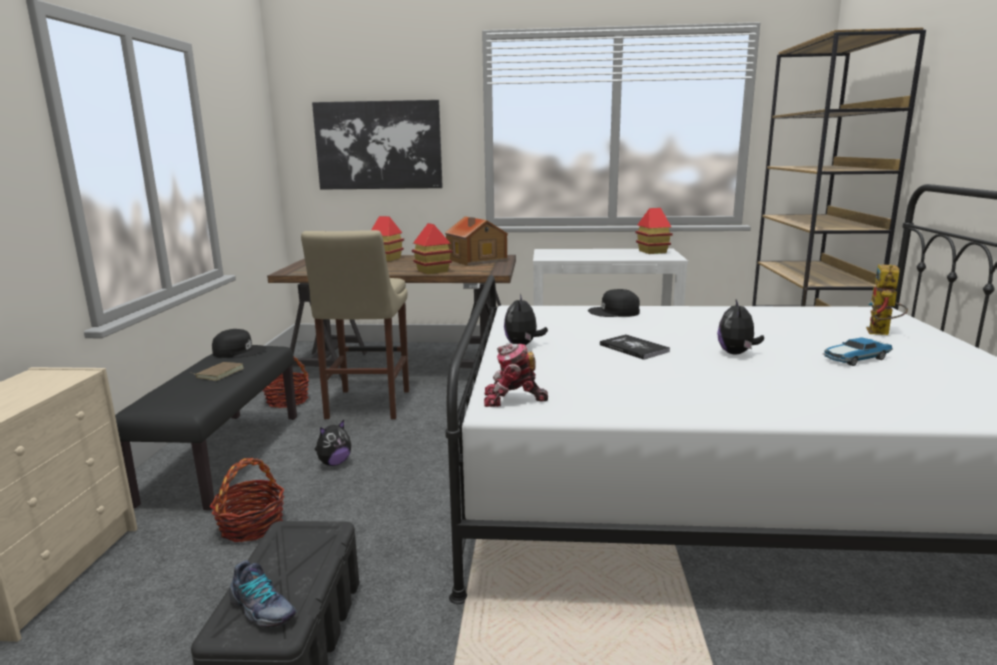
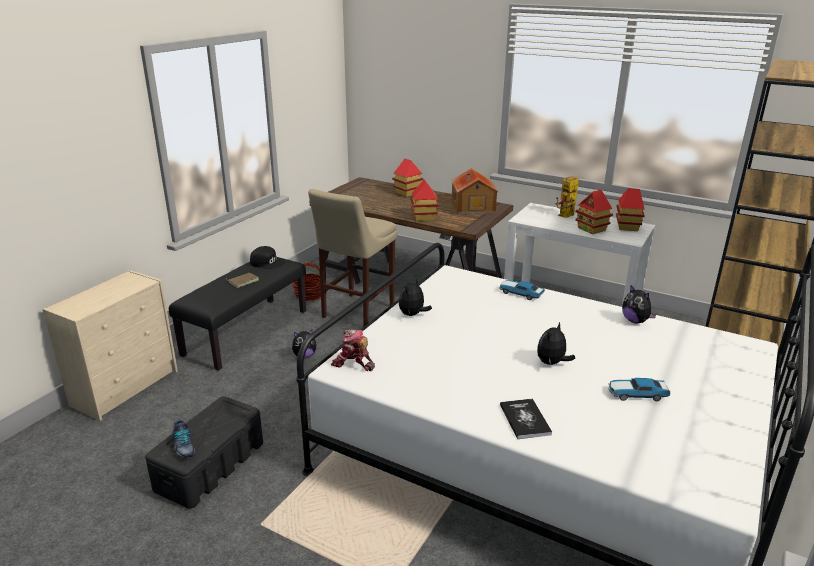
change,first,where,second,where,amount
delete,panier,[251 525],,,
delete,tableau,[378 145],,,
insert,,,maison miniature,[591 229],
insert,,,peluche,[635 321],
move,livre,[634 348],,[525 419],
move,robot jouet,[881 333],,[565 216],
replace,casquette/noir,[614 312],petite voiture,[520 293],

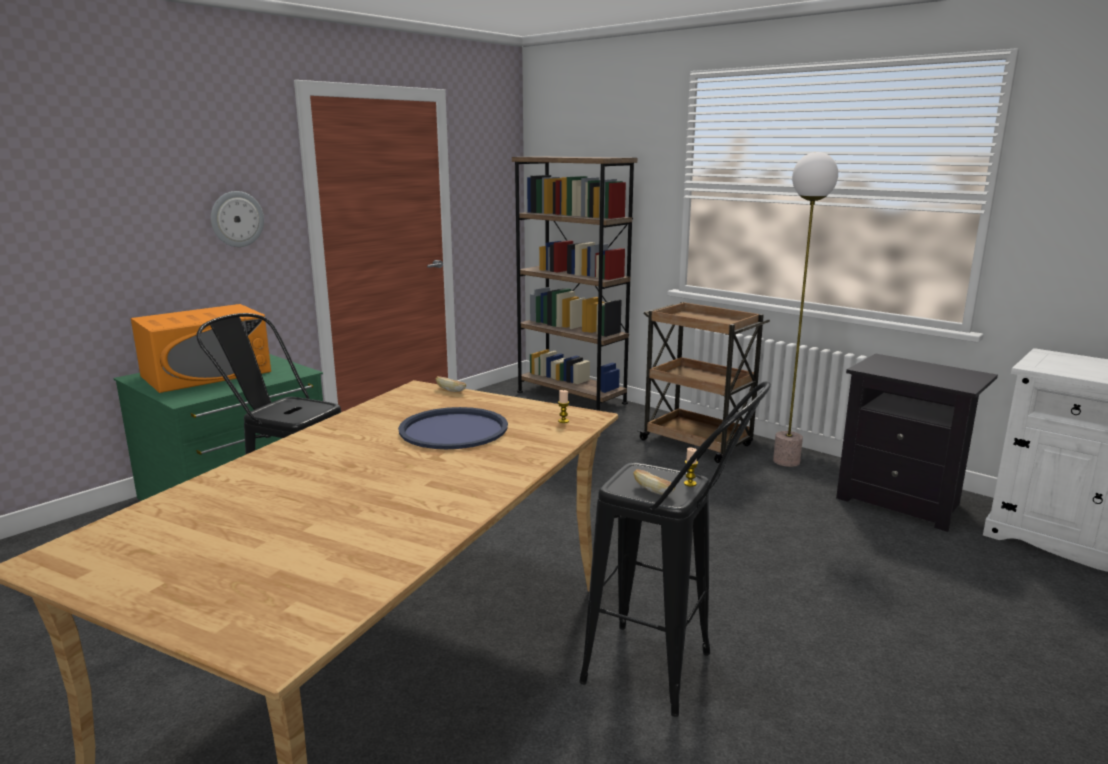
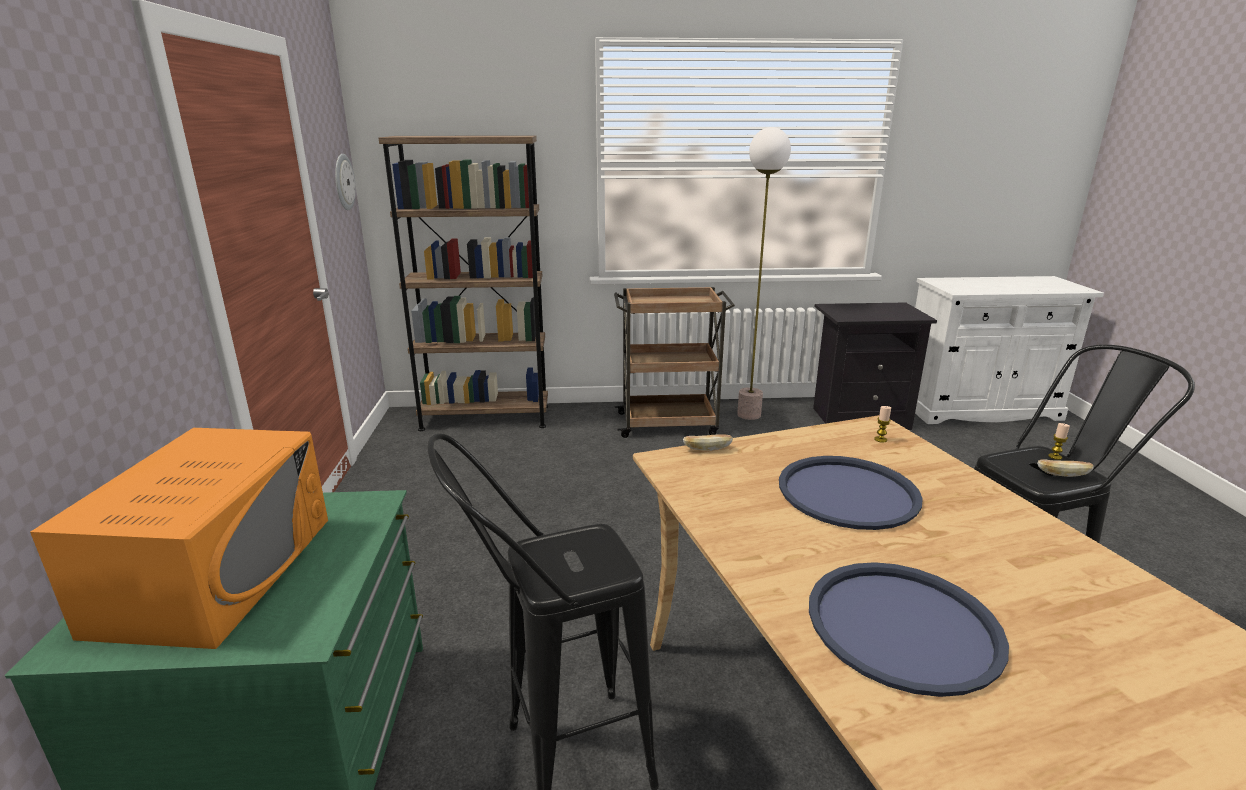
change,first,where,second,where,amount
insert,,,plateau/bleu,[902 626],
move,horloge murale,[237 219],,[343 182],

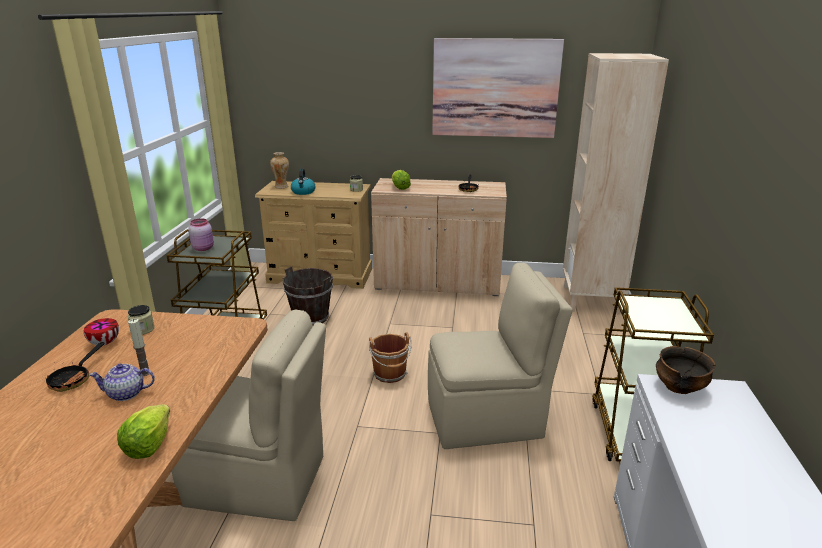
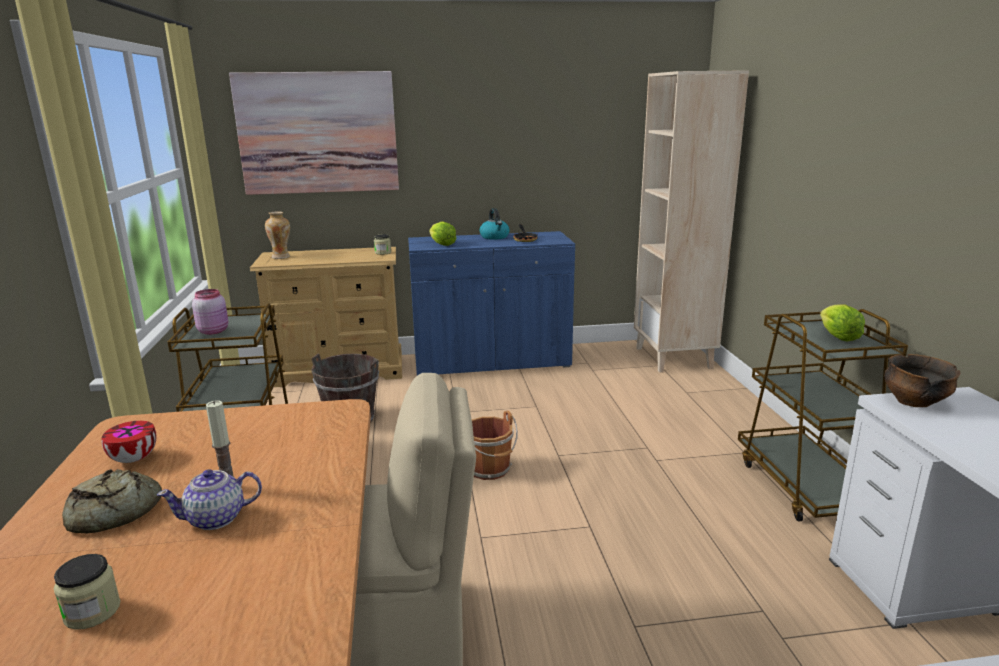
change,first,where,second,where,amount
delete,chaise/beige,[487 419],,,
move,laitue,[149 445],,[837 336],
move,bocal,[143 329],,[92 611],
move,bouilloire,[303 192],,[495 237],
move,tableau,[495 88],,[318 133],
replace,poêle,[74 378],pain,[112 512],
recolor,meuble de rangement/beige,[438 283],meuble de rangement/bleu,[491 362],

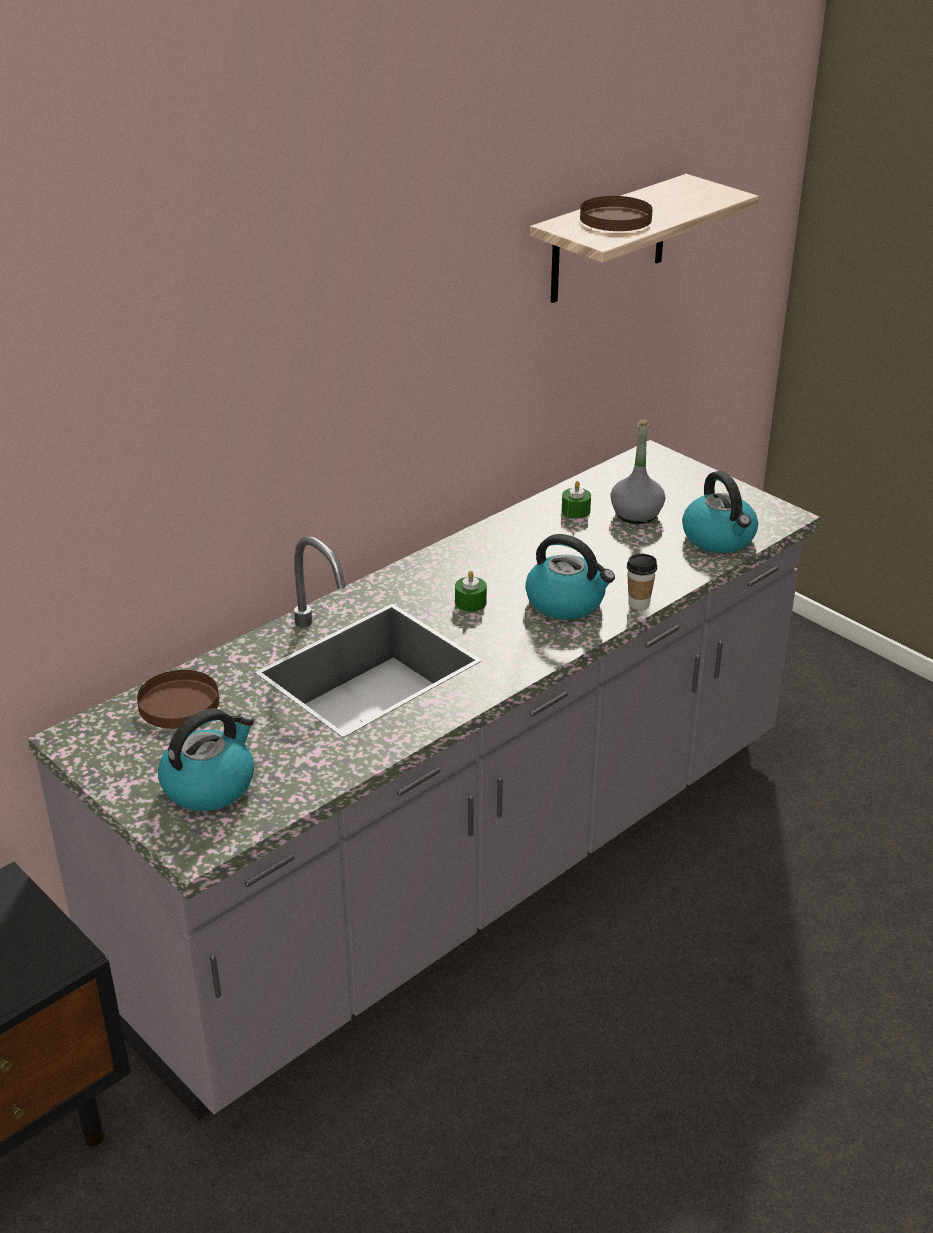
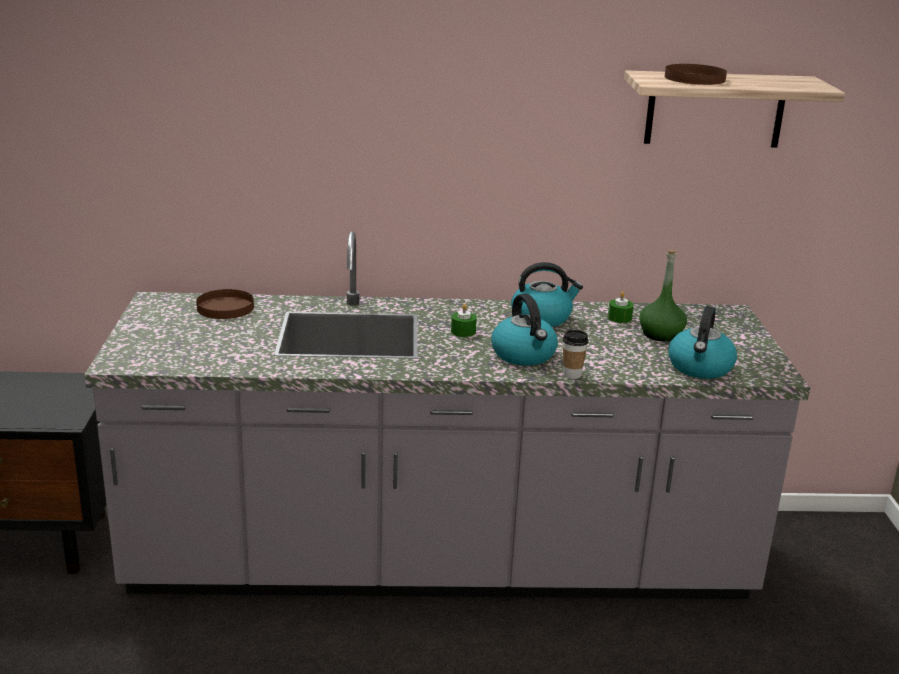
change,first,where,second,where,amount
move,bouilloire,[209 785],,[542 317],
recolor,bouteille/gris,[636 514],bouteille/vert,[660 334],

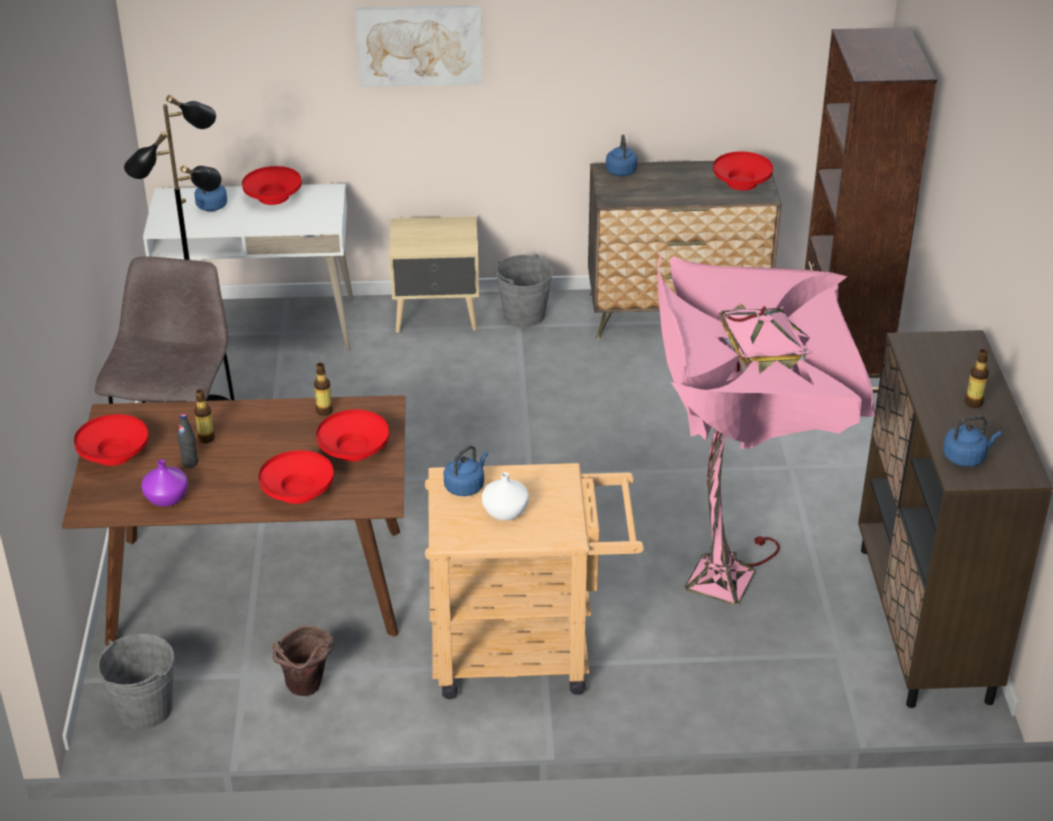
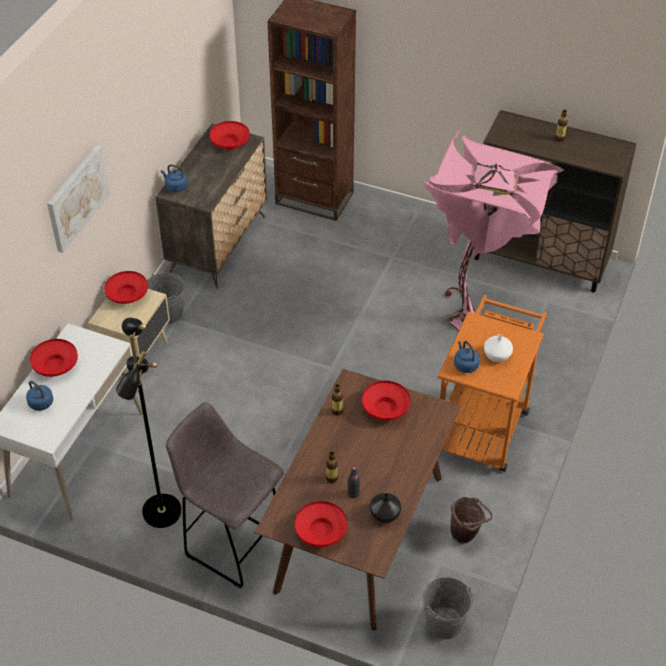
change,first,where,second,where,amount
delete,bouilloire/bleu,[966 457],,,
move,bol/rouge,[298 491],,[127 295],
recolor,vase/violet,[167 498],vase/noir,[384 514],
recolor,chariot/beige,[527 652],chariot/orange,[484 423],

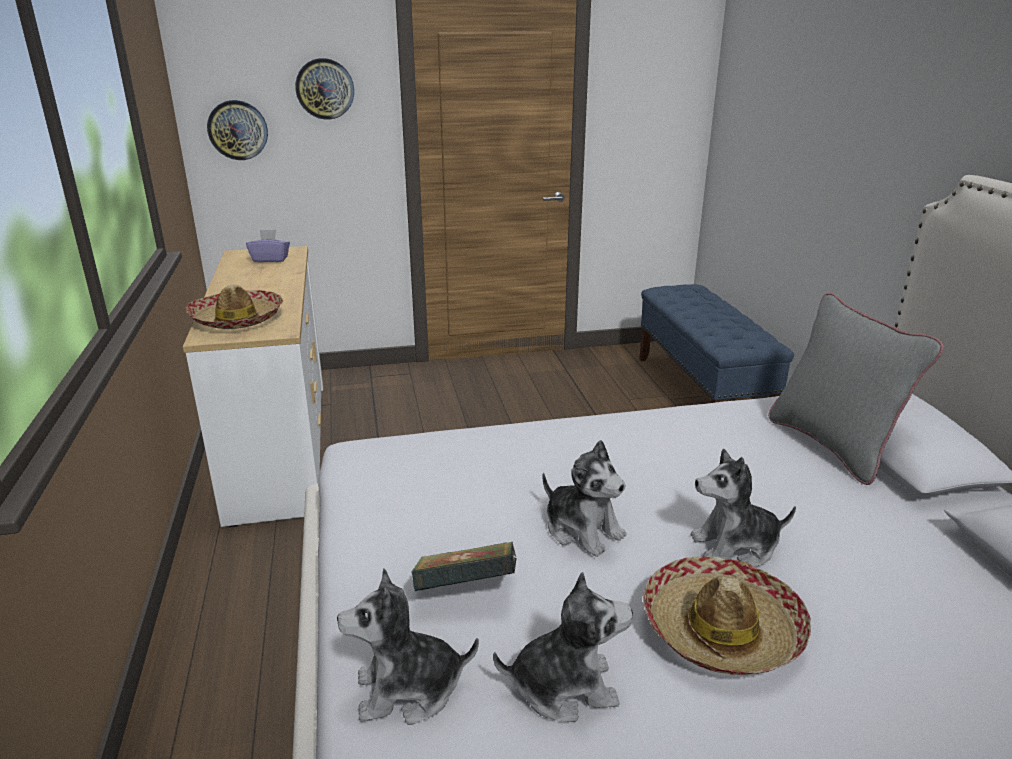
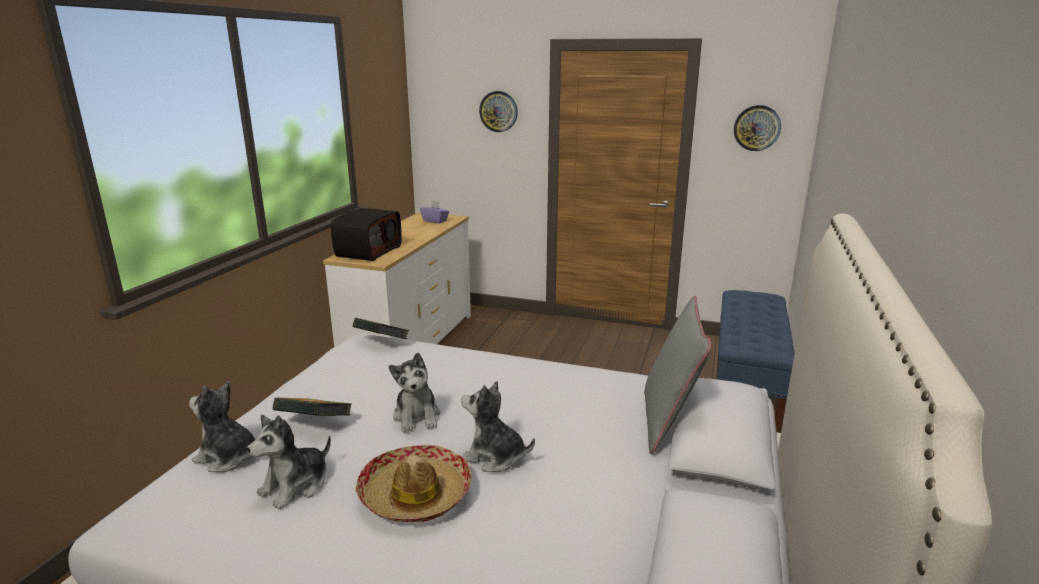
change,first,where,second,where,amount
insert,,,livre,[382 343],
move,horloge murale,[238 130],,[757 128],
replace,chapeau,[237 319],radio,[368 251],
rotate,peluche,[564 687],,[295 486],105 degrees clockwise

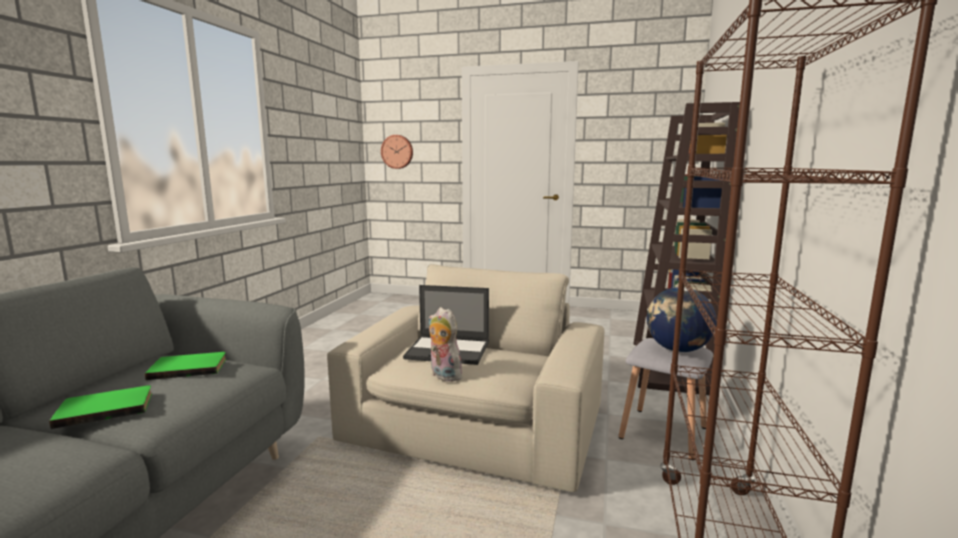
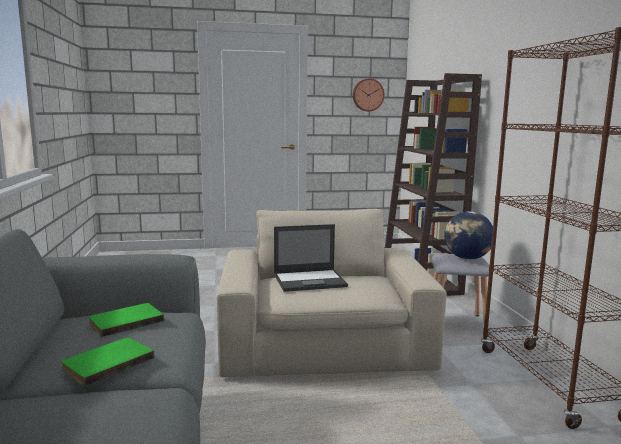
change,first,where,second,where,amount
delete,peluche,[443 375],,,
move,horloge murale,[397 151],,[368 95],

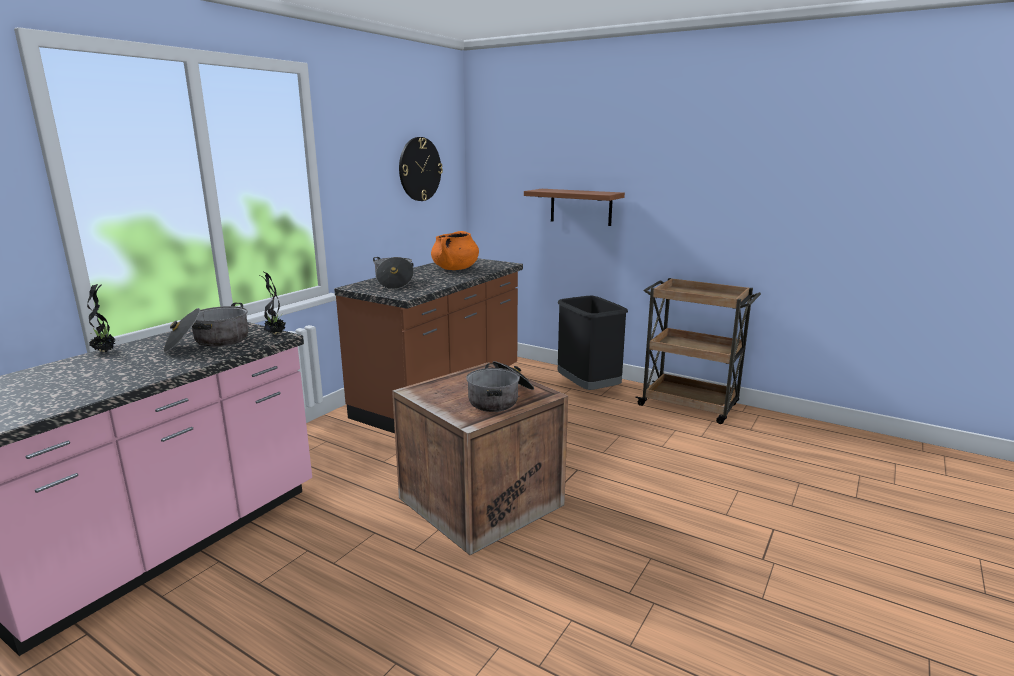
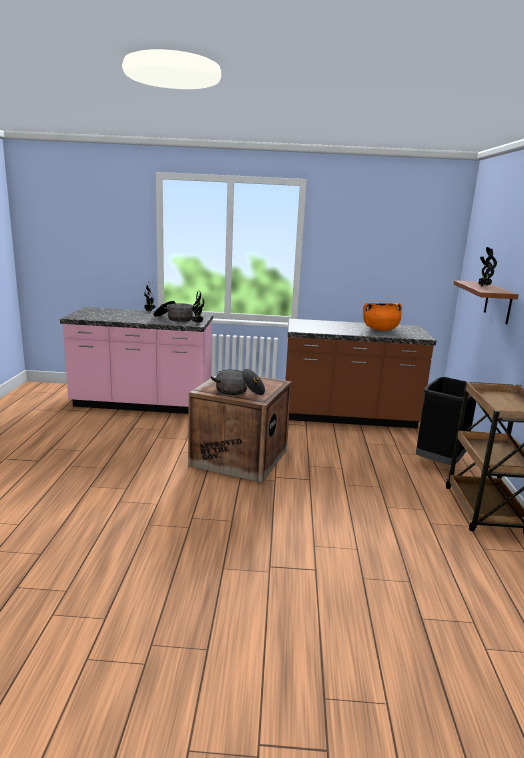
change,first,where,second,where,amount
delete,marmite,[394 282],,,
delete,horloge murale,[419 169],,,
insert,,,plante en pot,[483 286],

